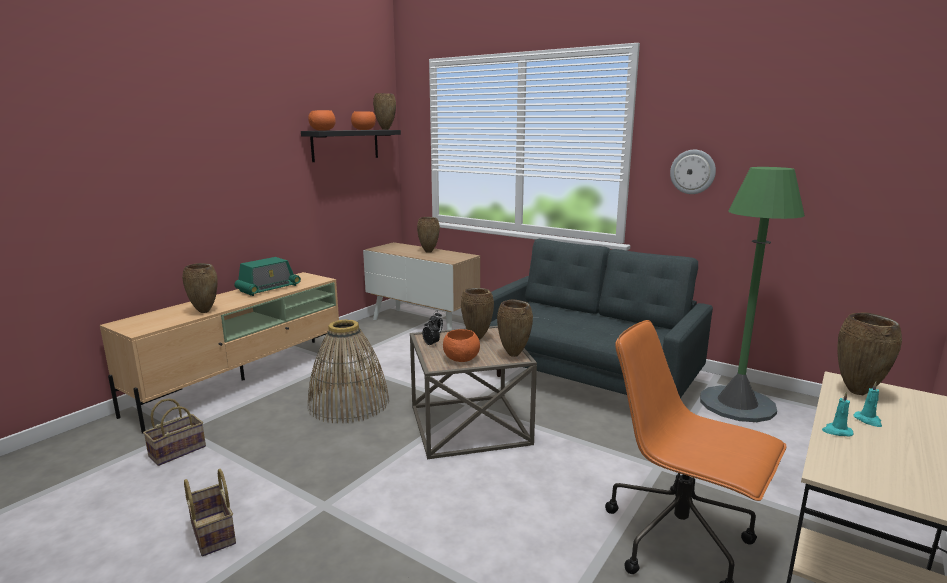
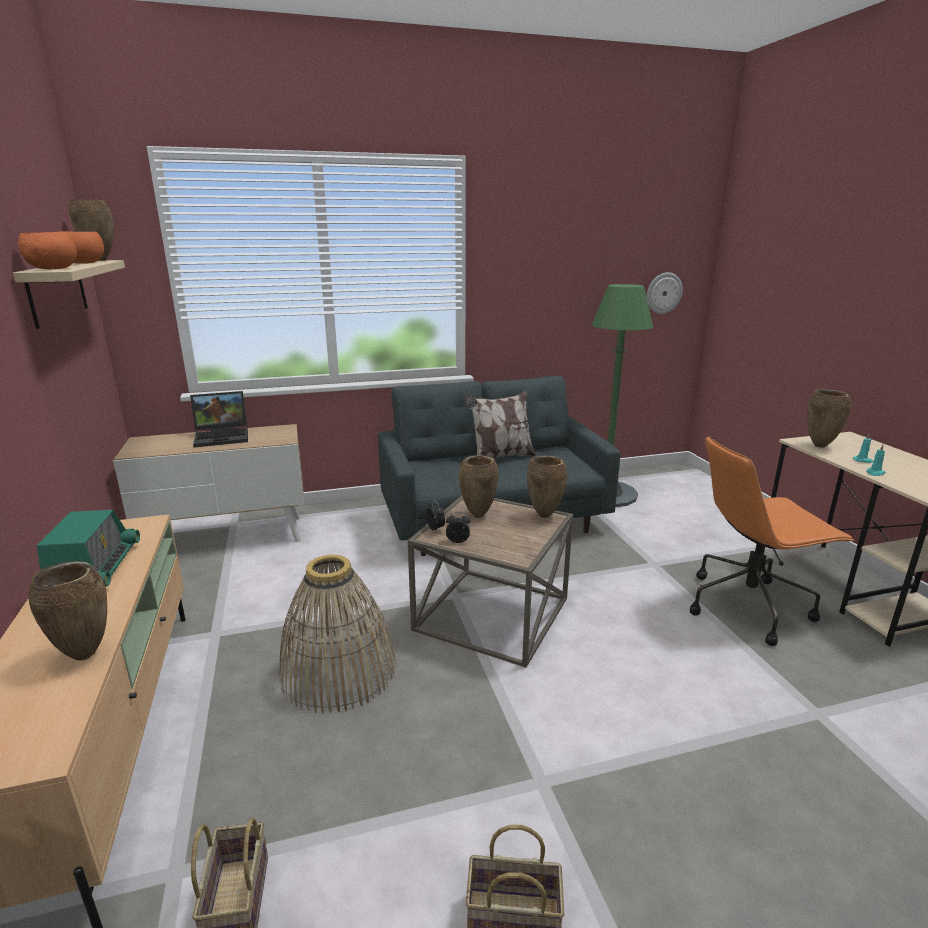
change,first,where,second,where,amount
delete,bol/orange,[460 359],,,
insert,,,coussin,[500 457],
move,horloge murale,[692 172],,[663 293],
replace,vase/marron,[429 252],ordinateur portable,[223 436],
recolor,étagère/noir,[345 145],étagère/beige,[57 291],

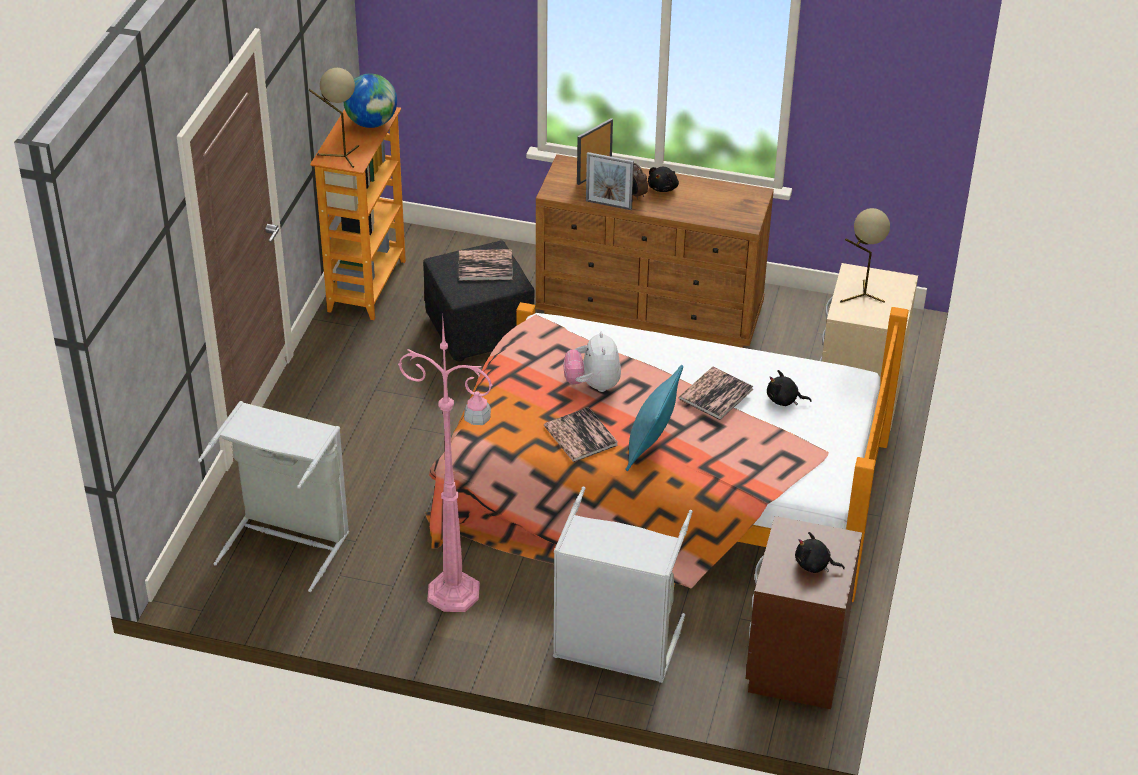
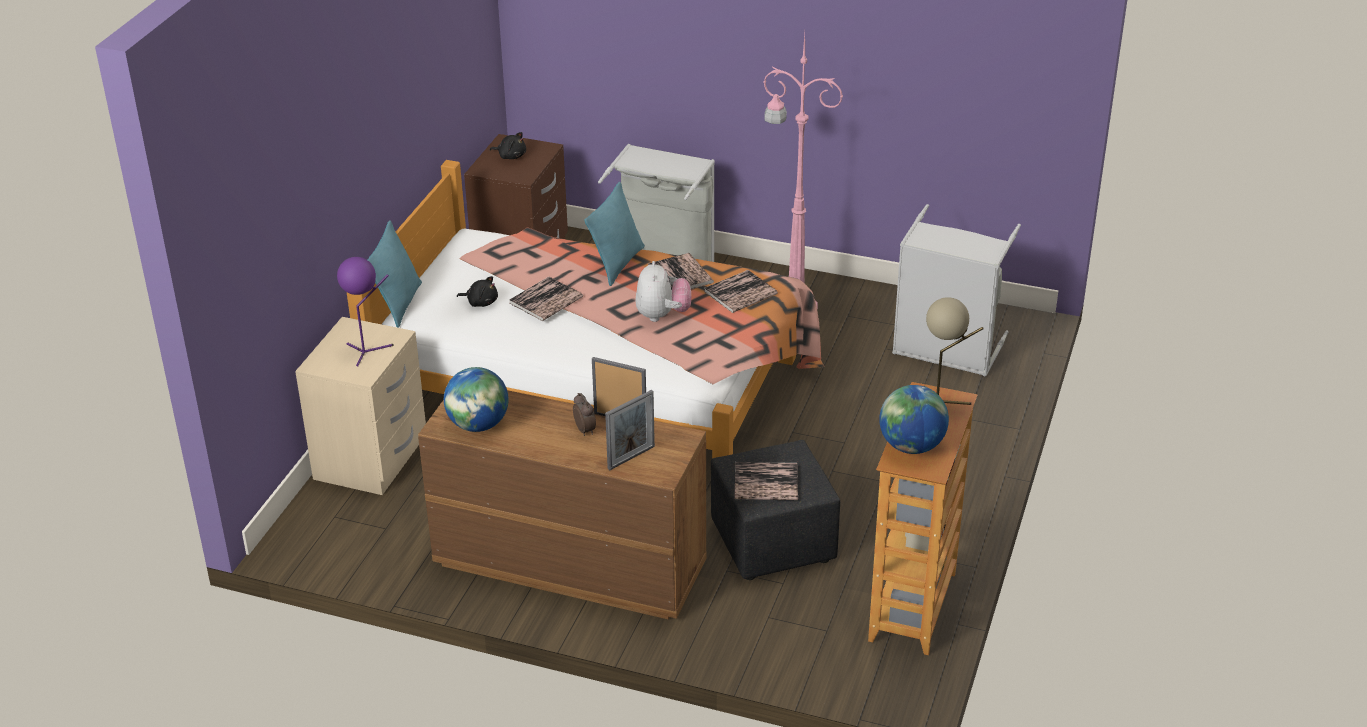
change,first,where,second,where,amount
delete,peluche/noir,[663 187],,,
insert,,,coussin/turquoise,[399 304],
insert,,,globe,[478 425],
insert,,,livre,[740 293],
recolor,lampe de table/beige,[861 295],lampe de table/violet,[367 351],

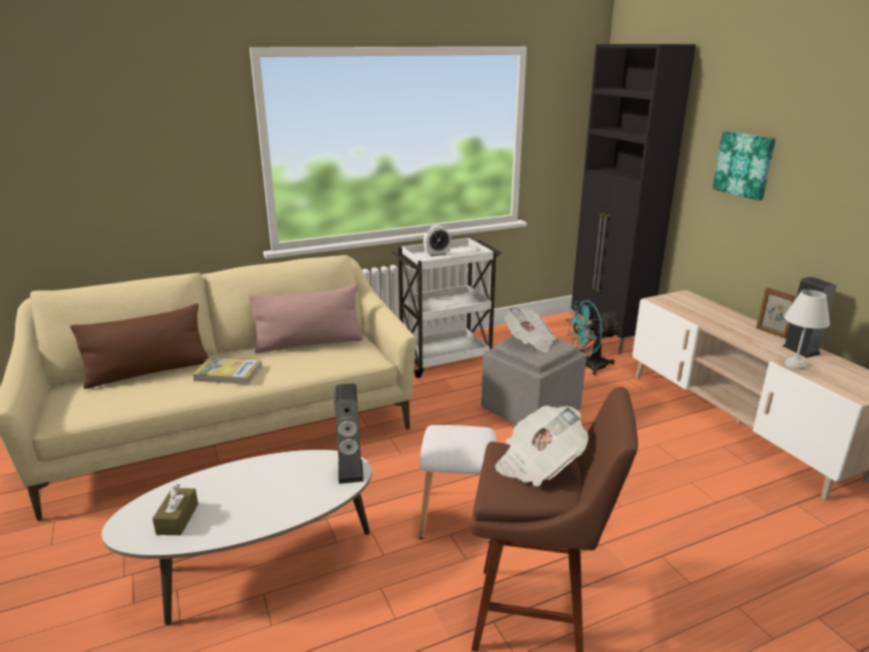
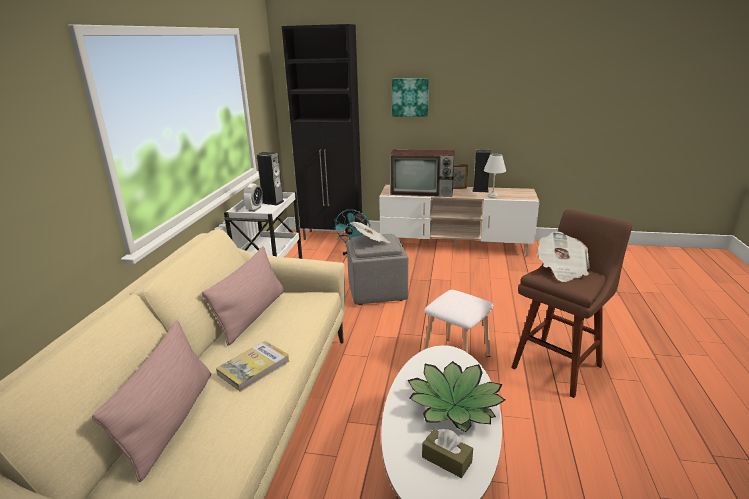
change,first,where,second,where,amount
insert,,,téléviseur,[423 192],
insert,,,plante en pot,[455 405],
move,enceinte,[350 471],,[272 202],
recolor,coussin/marron,[148 372],coussin/rose,[170 421],

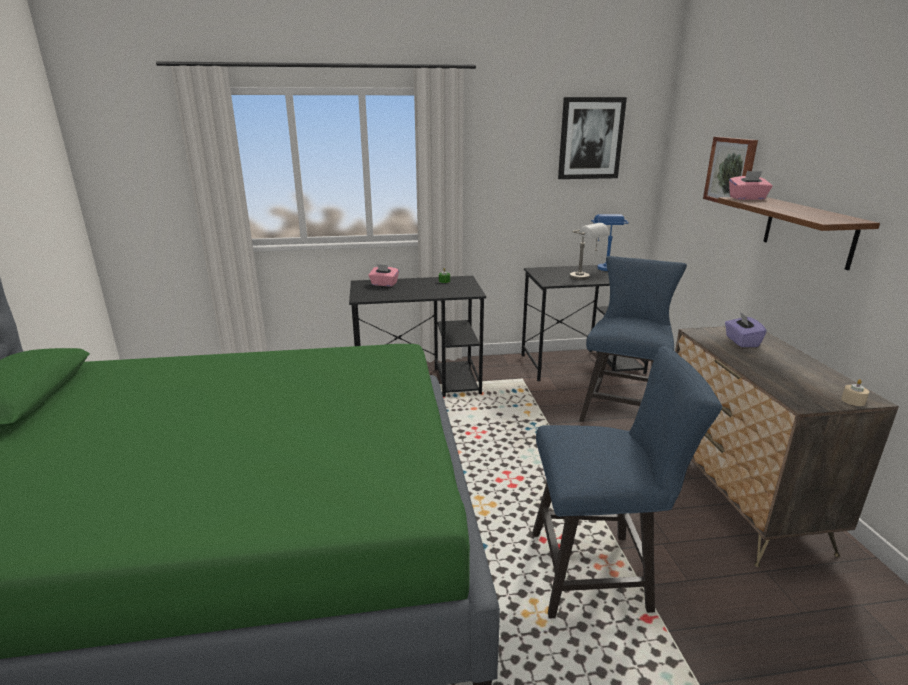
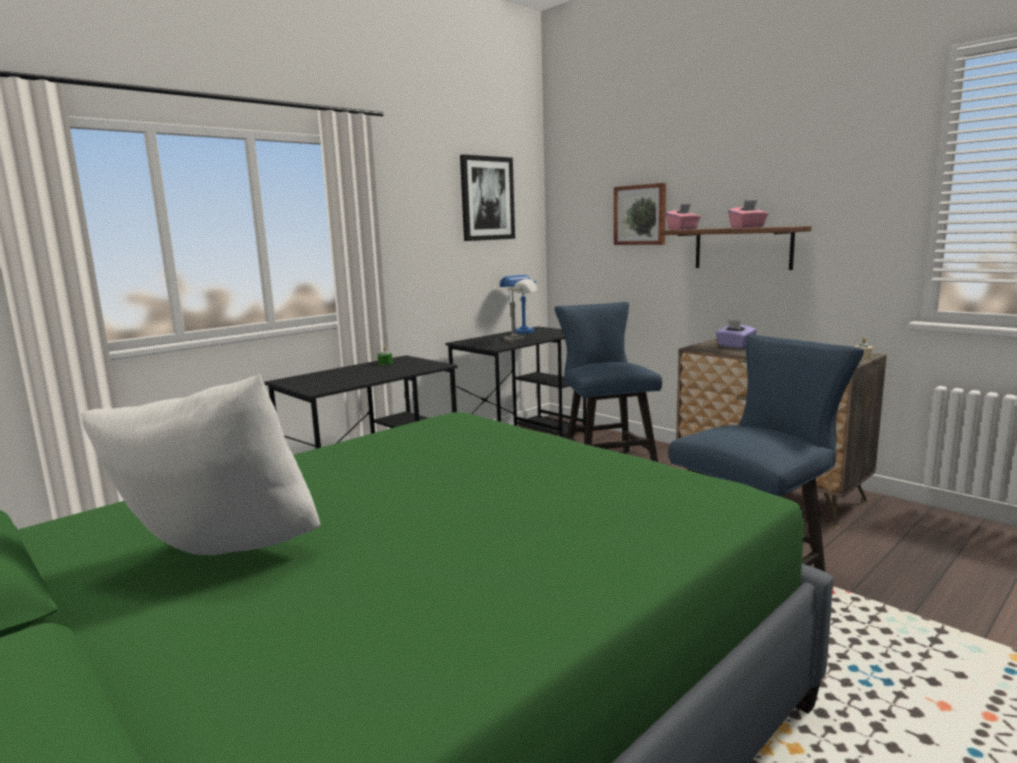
change,first,where,second,where,amount
insert,,,coussin/blanc,[219 561],
move,boîte à mouchoirs/rose,[384 284],,[747 227],

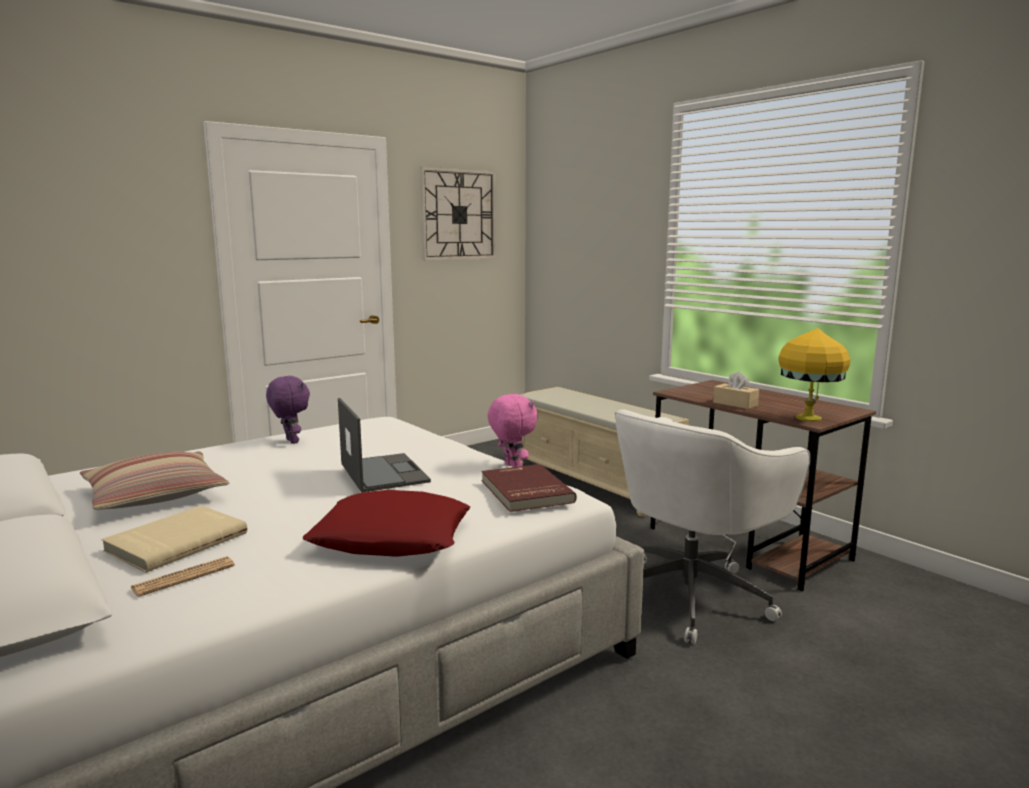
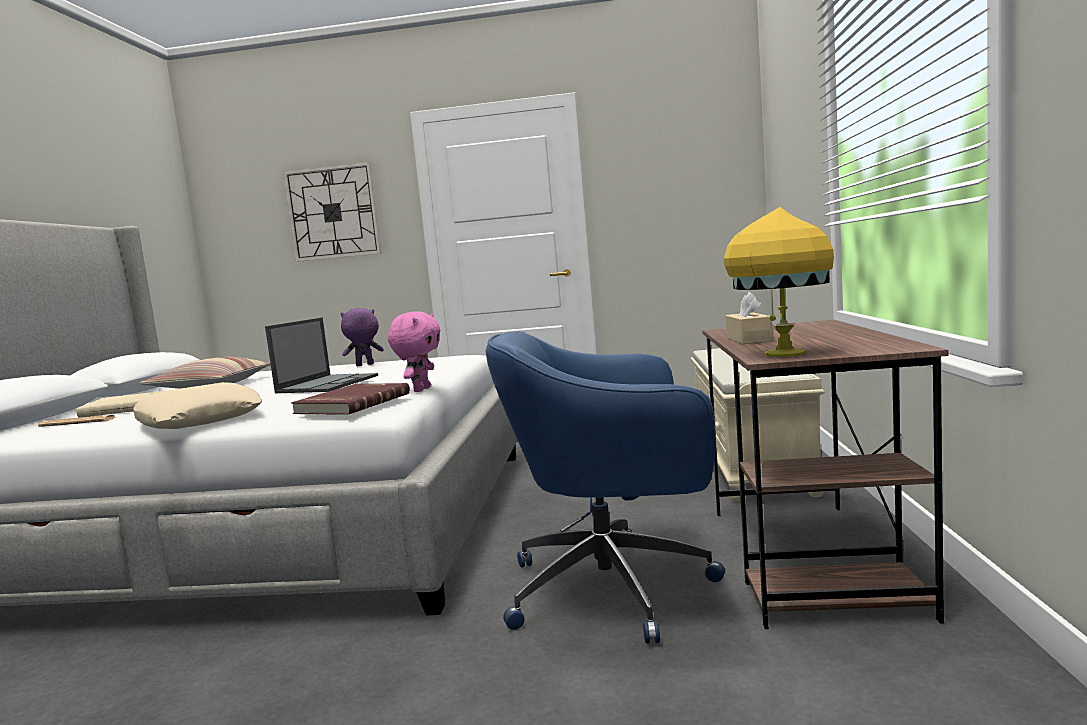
change,first,where,second,where,amount
move,horloge murale,[458 215],,[333 212],
recolor,coussin/rouge,[391 537],coussin/beige,[199 419],
recolor,chaise de bureau/blanc,[692 595],chaise de bureau/bleu,[615 587],
rotate,peluche/violet,[290 441],,[364 365],120 degrees counterclockwise

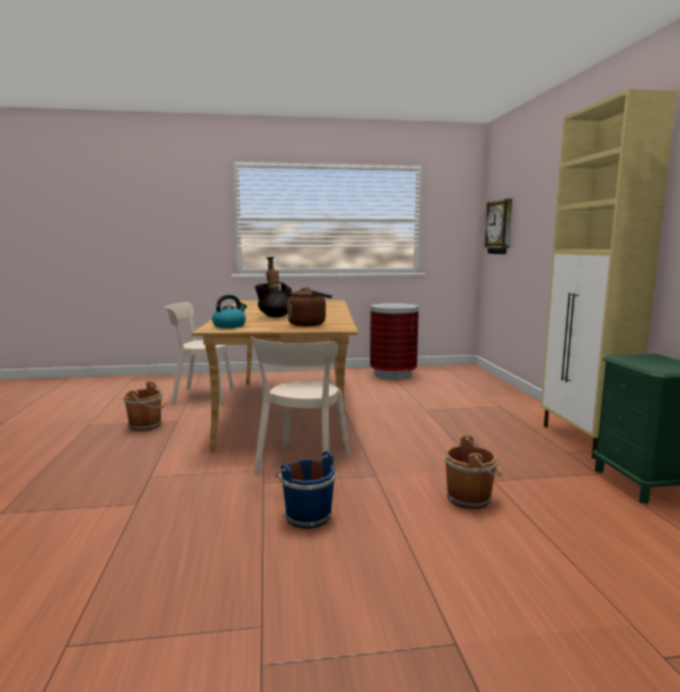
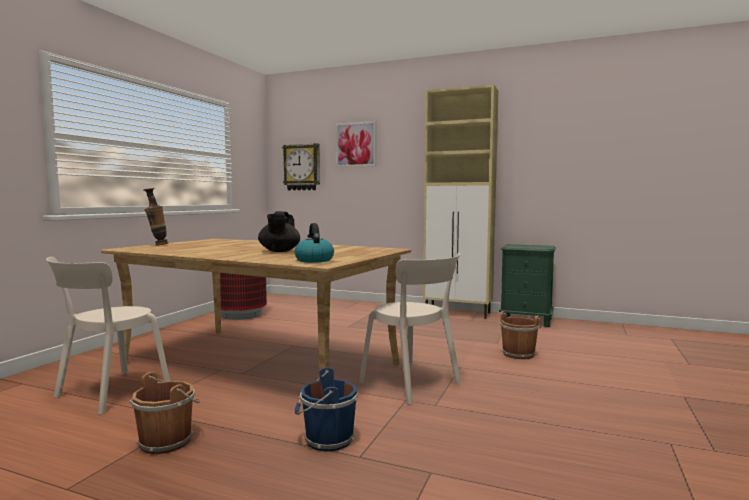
change,first,where,second,where,amount
delete,bouilloire/marron,[309 324],,,
insert,,,tableau,[356 144],
move,seau/bleu,[306 516],,[326 440],

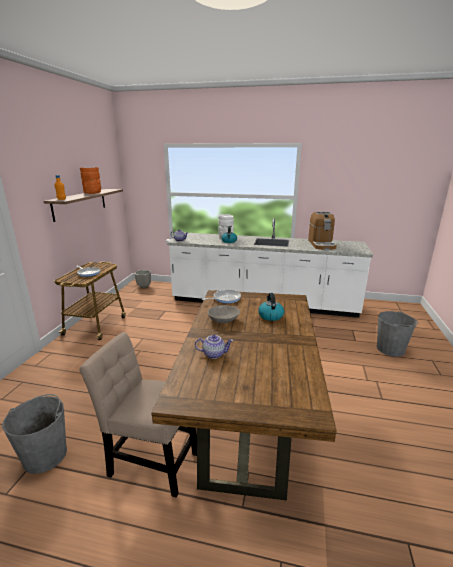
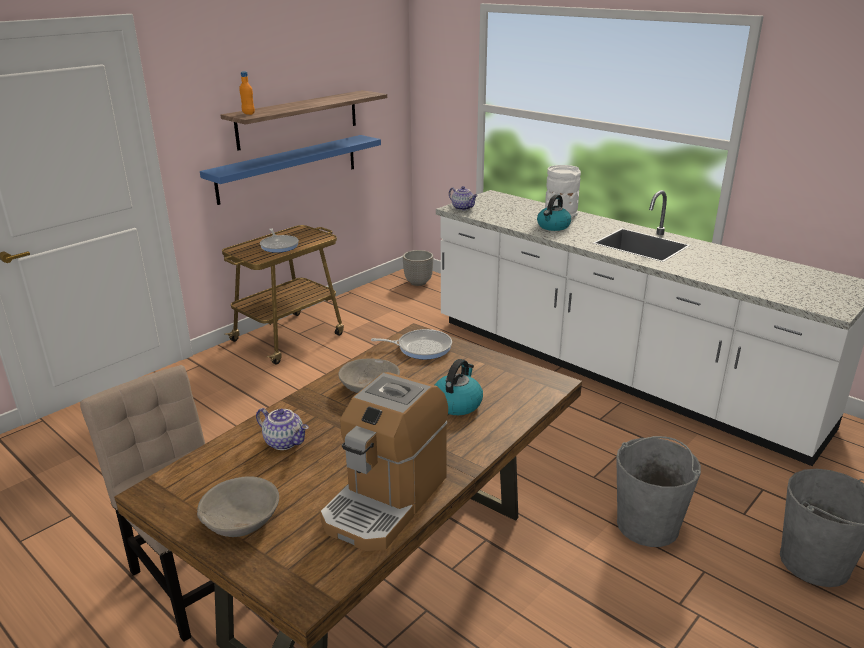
change,first,where,second,where,amount
delete,vase/orange,[92 193],,,
insert,,,bol/gris,[241 520],
insert,,,étagère/bleu,[288 168],
move,seau/gris,[45 455],,[648 525],
move,machine à café,[321 244],,[385 500],

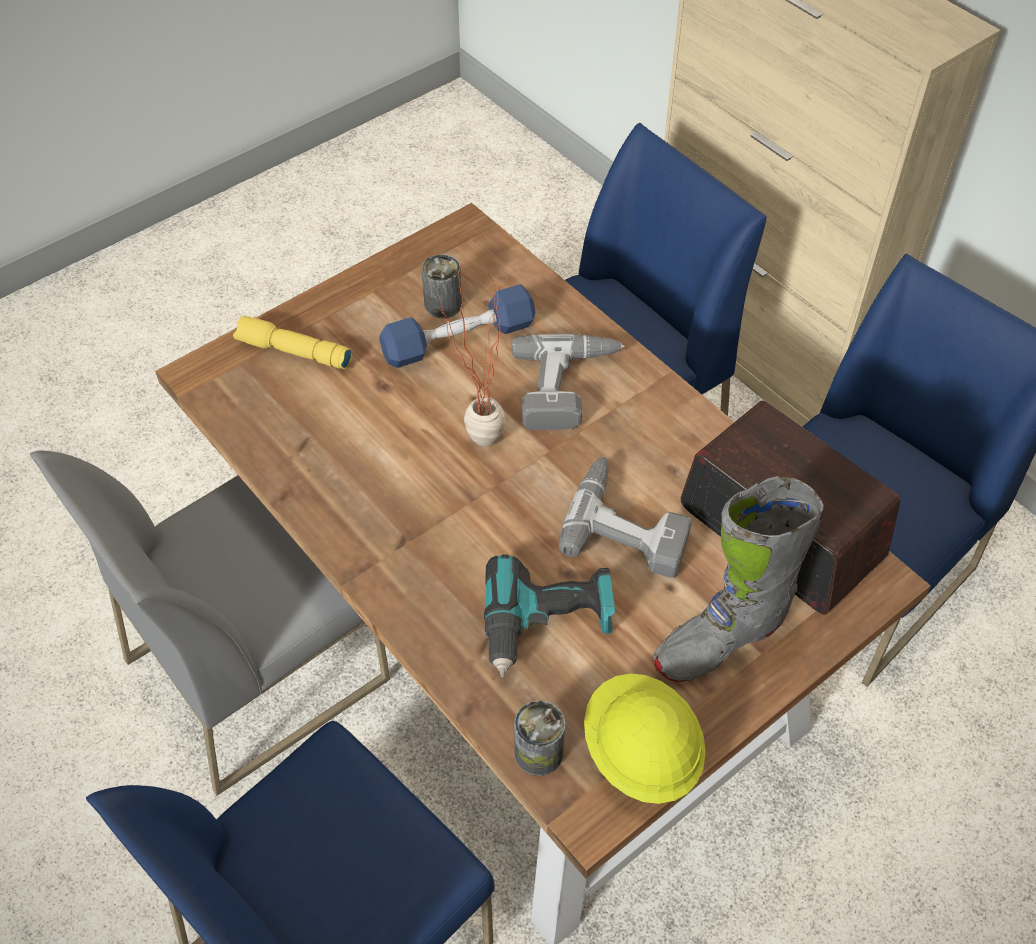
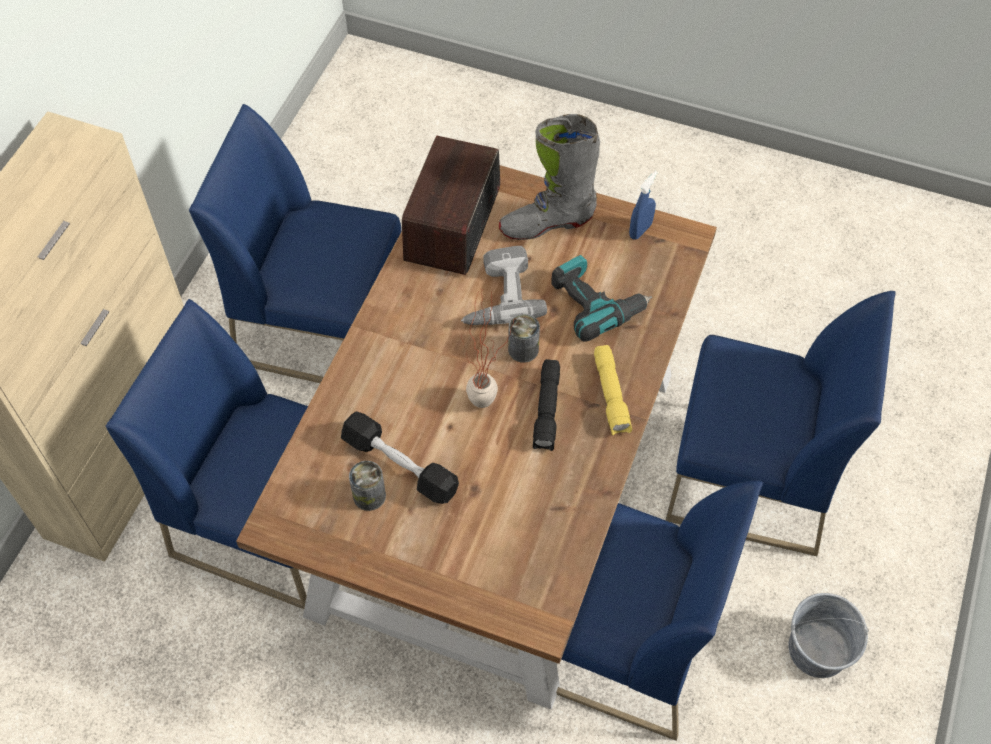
change,first,where,second,where,amount
delete,perceuse,[569 388],,,
insert,,,lampe de poche/noir,[547 411],
insert,,,seau/gris,[818 649],
move,lampe de poche/jaune,[293 352],,[612 395],
move,boîte métallique,[538 753],,[523 349],
replace,casque de chantier/jaune,[640 753],vaporisateur/bleu,[640 230],
recolor,chaise/gris,[257 667],chaise/bleu,[619 643],
recolor,haltère/bleu,[459 340],haltère/noir,[400 465],
rotate,botte/gris,[721 639],,[547 223],135 degrees clockwise

